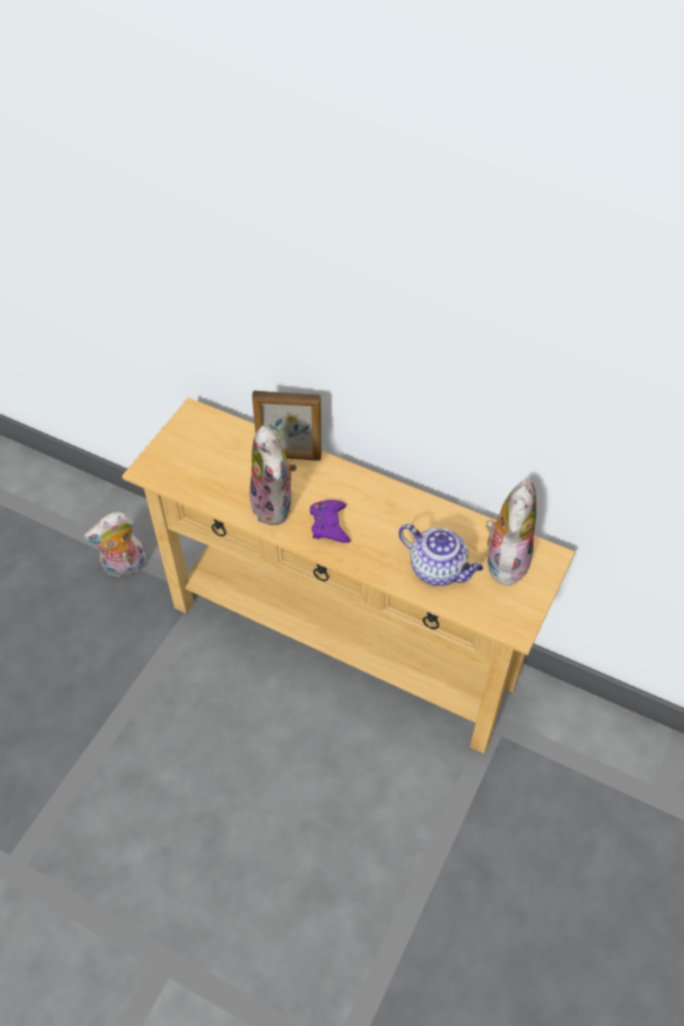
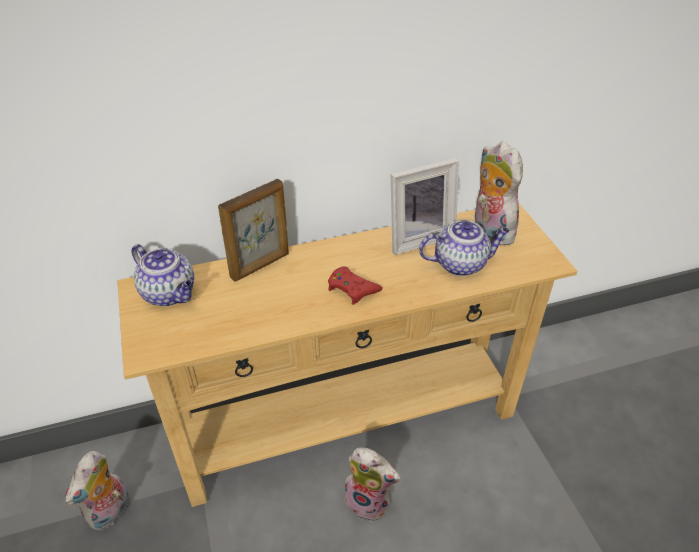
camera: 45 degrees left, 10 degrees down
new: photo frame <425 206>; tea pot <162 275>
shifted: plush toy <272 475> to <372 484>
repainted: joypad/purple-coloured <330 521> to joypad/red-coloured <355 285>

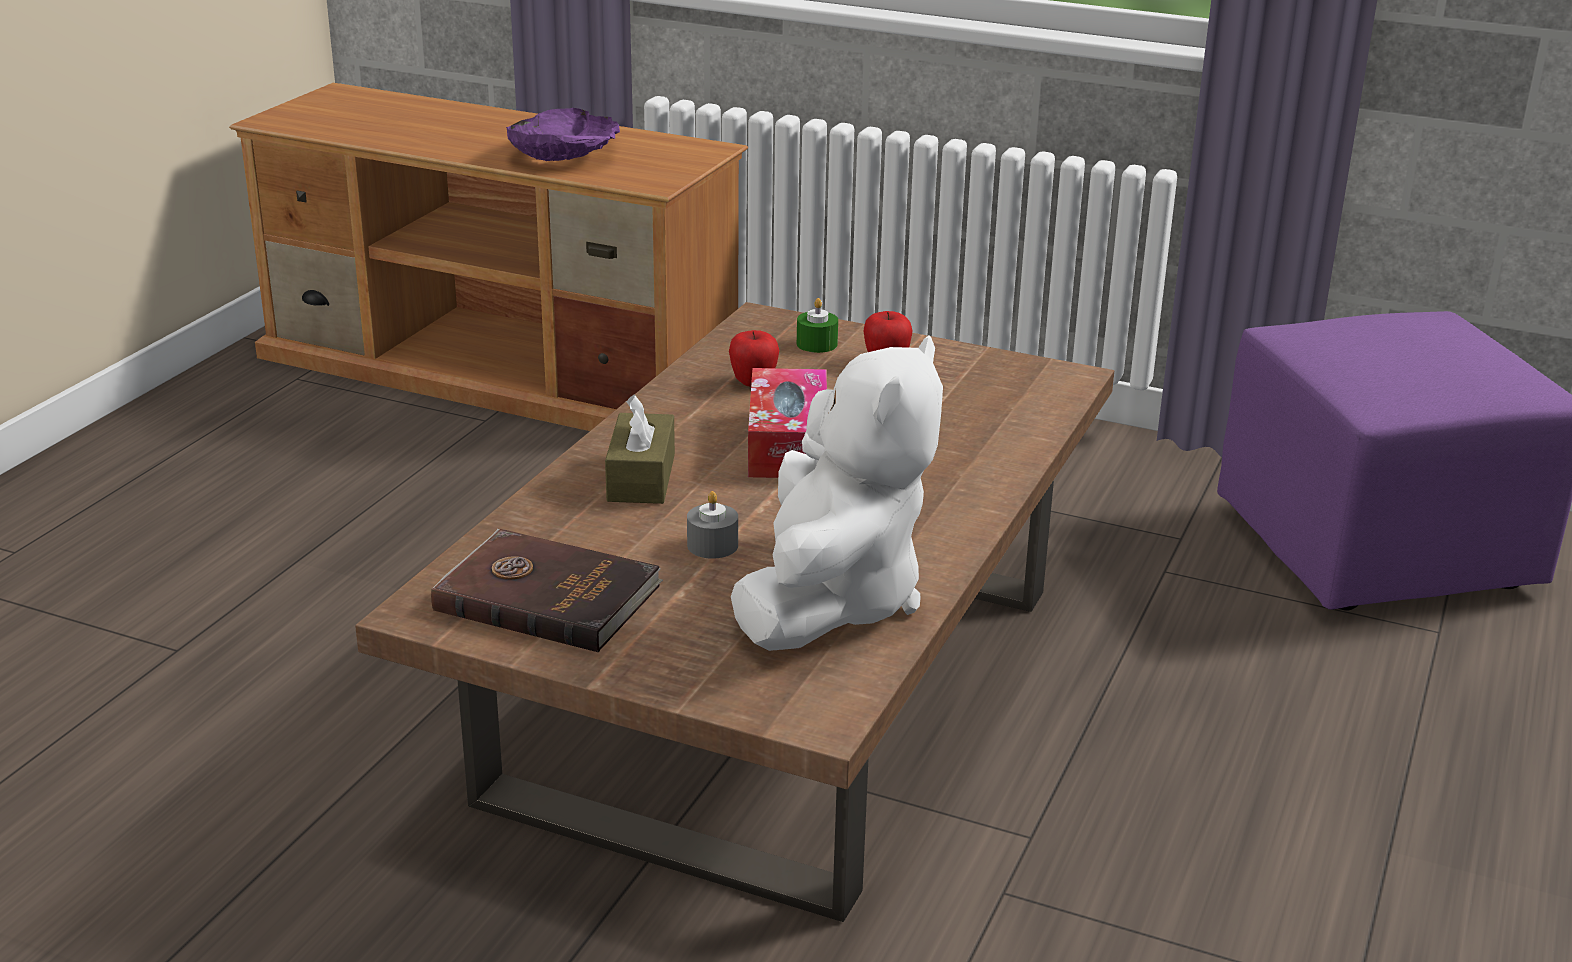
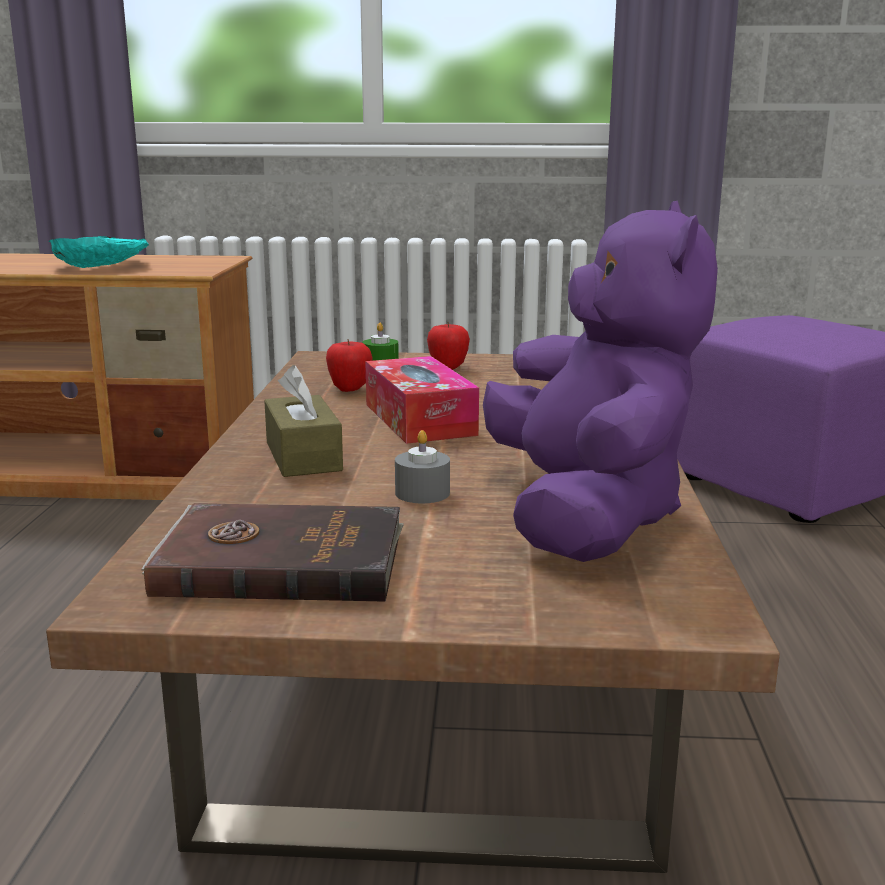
camera: 20 degrees left, 10 degrees down
repainted: deep dish/purple-coloured <563 134> to deep dish/turquoise-coloured <99 252>; plush toy/white <837 493> to plush toy/purple-coloured <600 381>

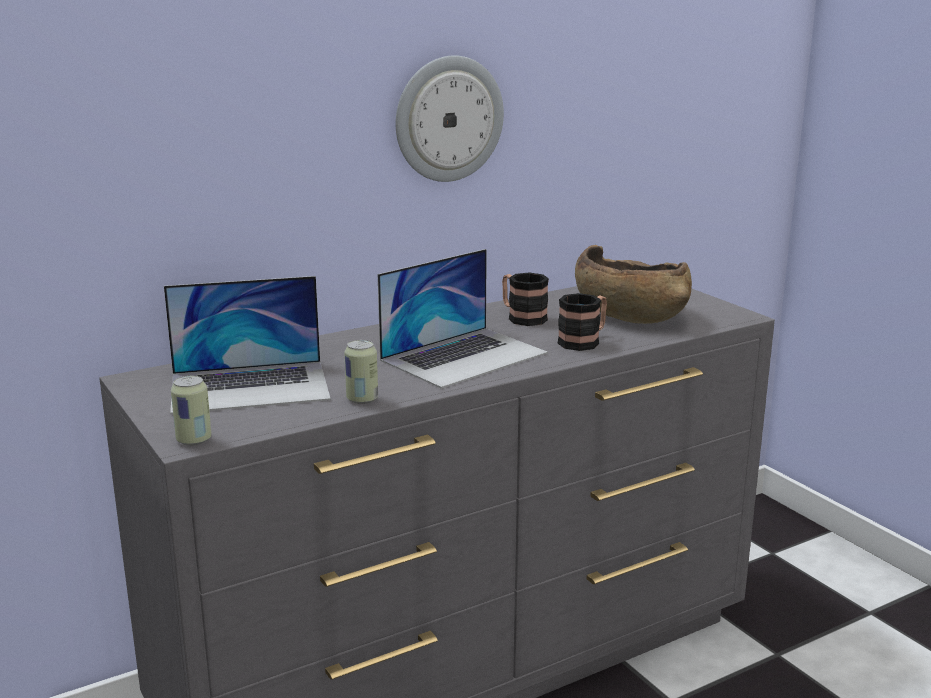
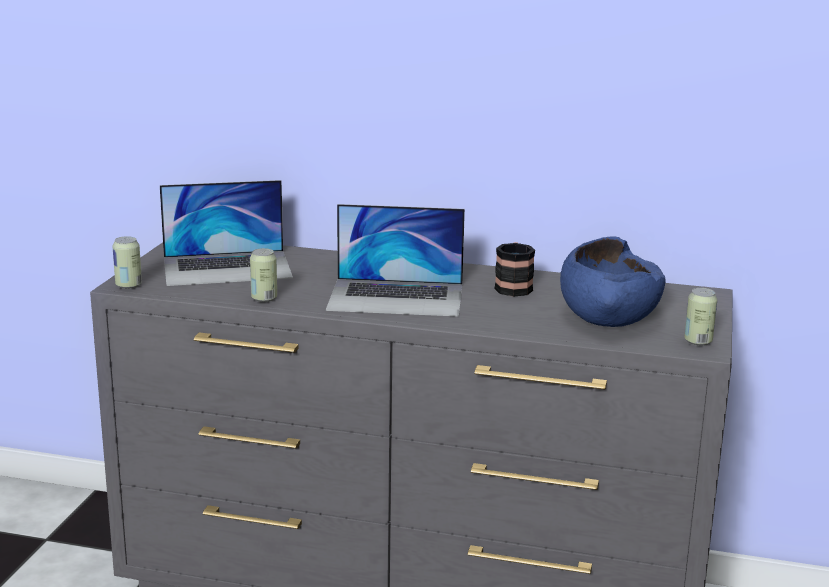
camera: 45 degrees right, 0 degrees up
gone: clock on the wall <450 118>; mug <582 322>
new: can <700 317>
repainted: deep dish/brown-coloured <633 284> to deep dish/blue <613 281>
rotated: laptop <247 345> = <226 233> 45 degrees counterclockwise

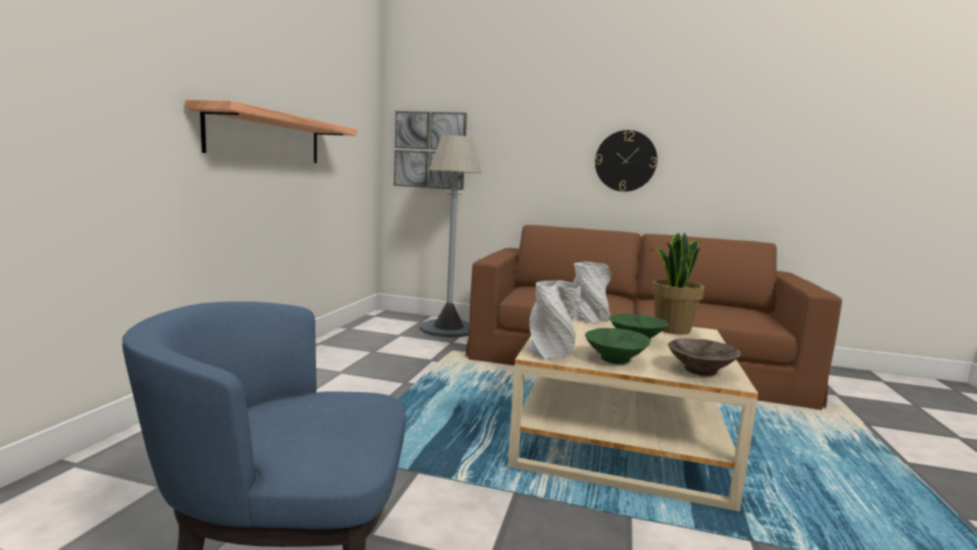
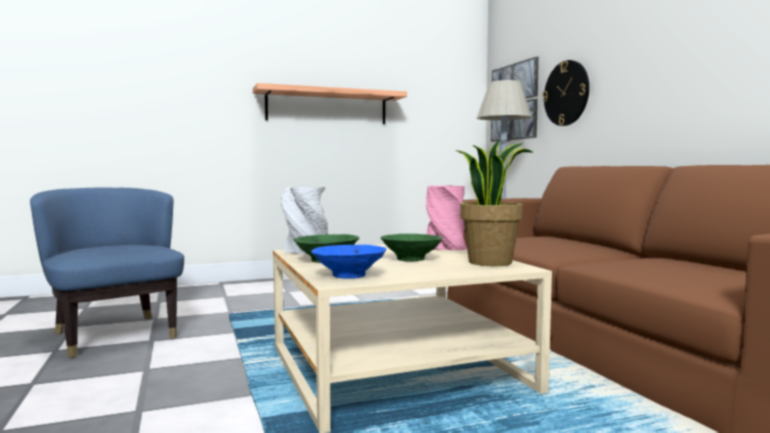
camera: 55 degrees right, 5 degrees down
shifted: clock on the wall <626 161> to <566 93>
repainted: vase/gray <592 293> to vase/pink <446 217>; deep dish/brown-coloured <704 357> to deep dish/blue <349 262>

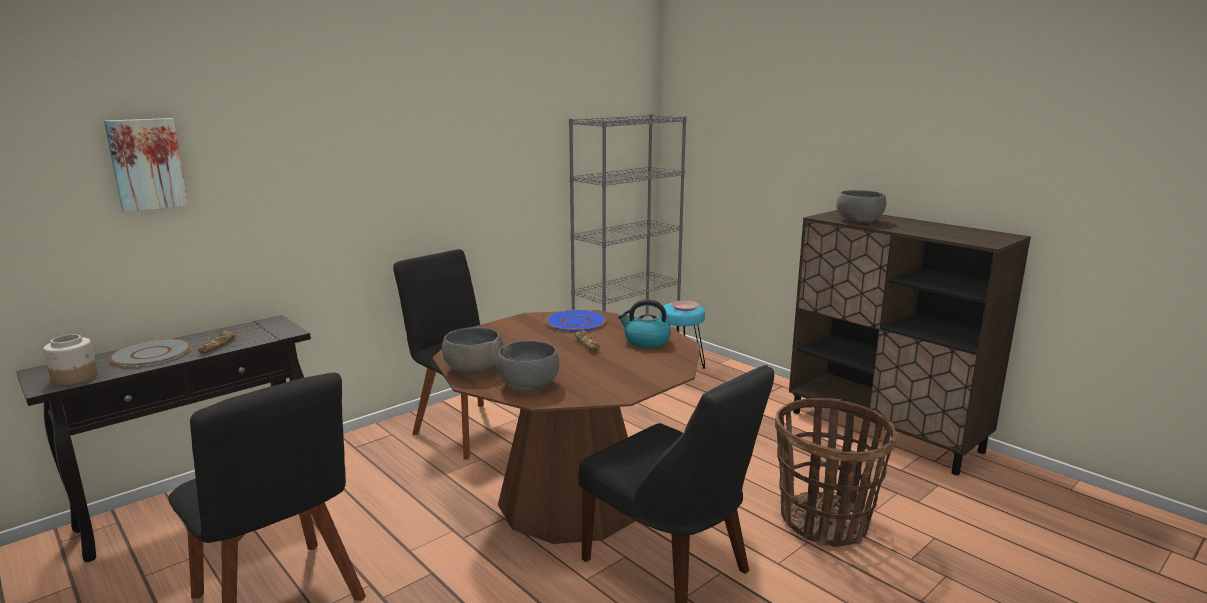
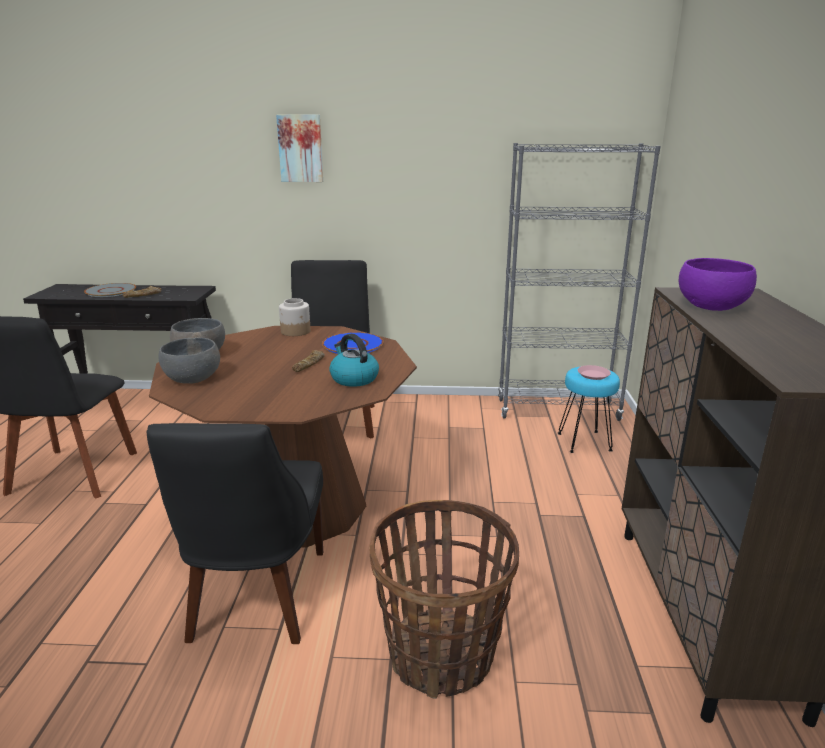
camera: 45 degrees right, 5 degrees up
shifted: wall picture <146 165> to <299 148>; preserve jar <70 359> to <295 317>
repainted: deep dish/gray <861 206> to deep dish/purple-coloured <718 284>

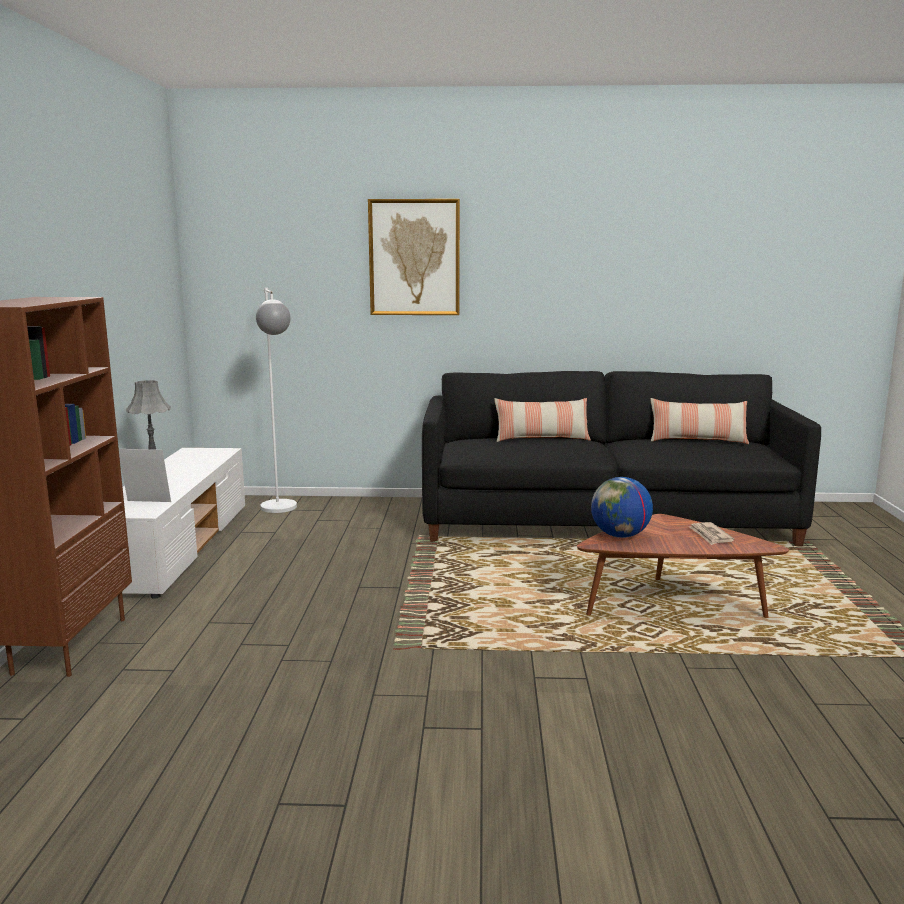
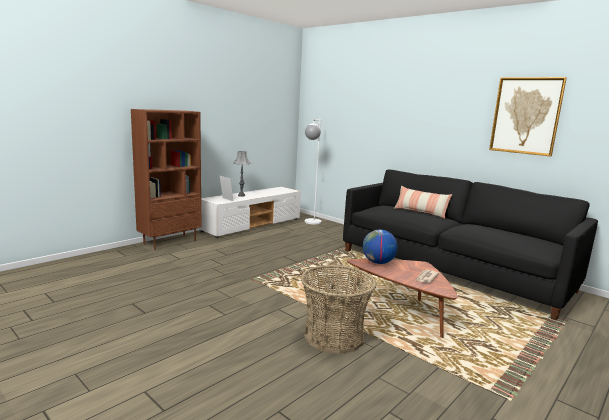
camera: 40 degrees right, 0 degrees up
gone: cushion <700 421>
new: storage basket <339 309>
shifted: wall picture <414 257> to <528 116>

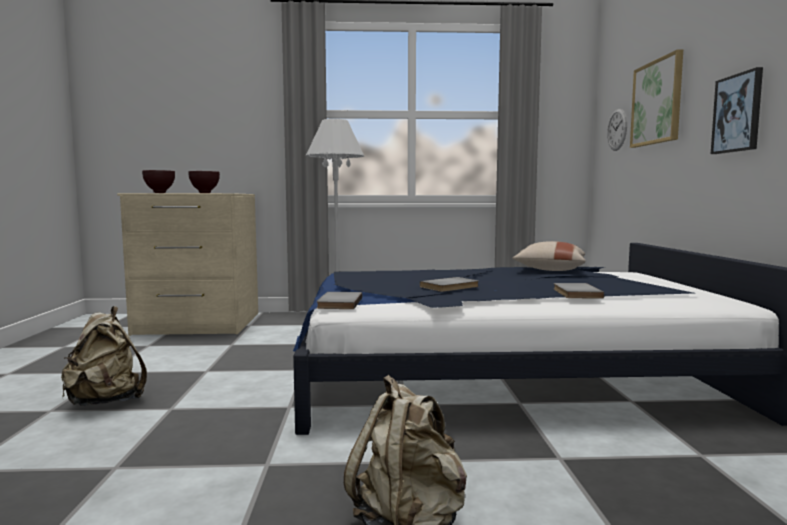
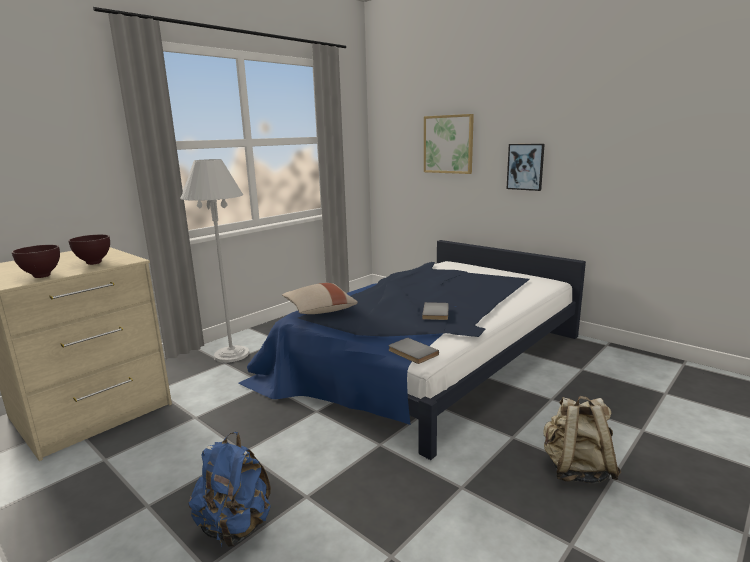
camera: 45 degrees left, 10 degrees up
gone: clock on the wall <617 130>; book/gray <579 291>
shifted: cushion/beige <549 256> to <320 298>
repainted: rucksack/beige <104 356> to rucksack/blue <229 489>

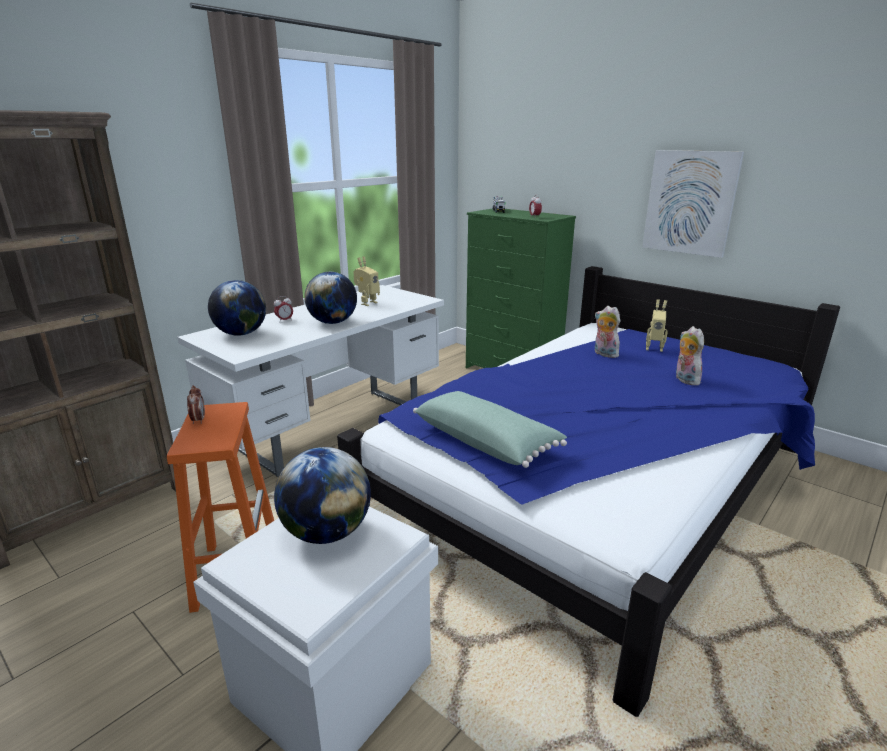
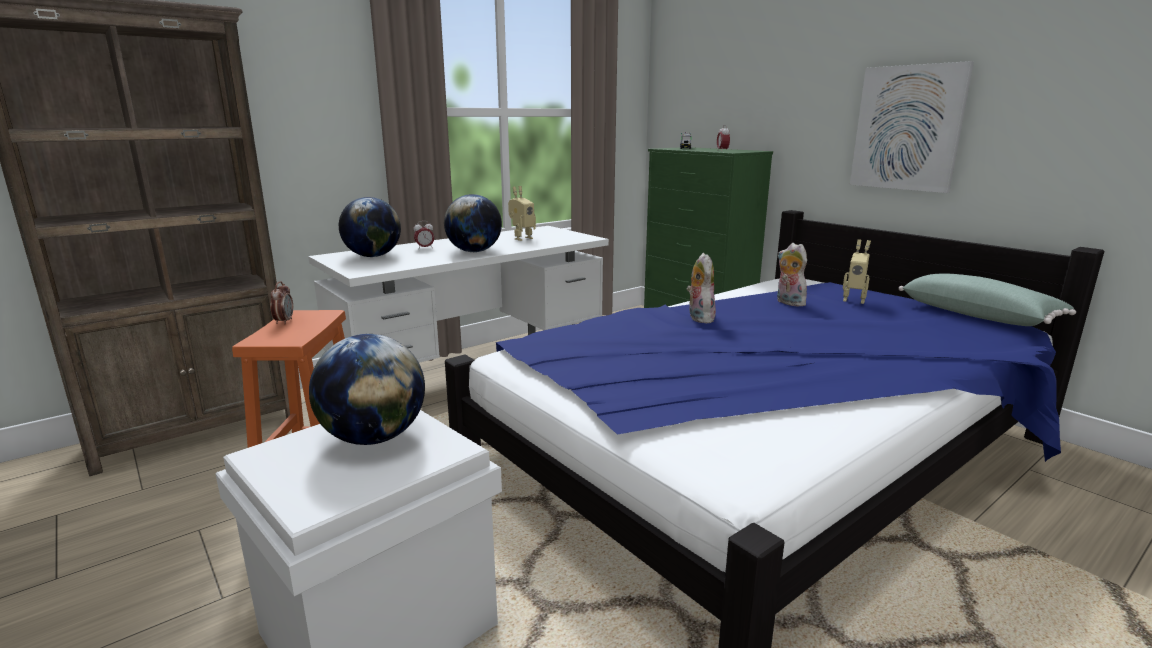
camera: 10 degrees right, 5 degrees down
shifted: plush toy <690 355> to <701 288>; cushion/green <490 429> to <987 299>

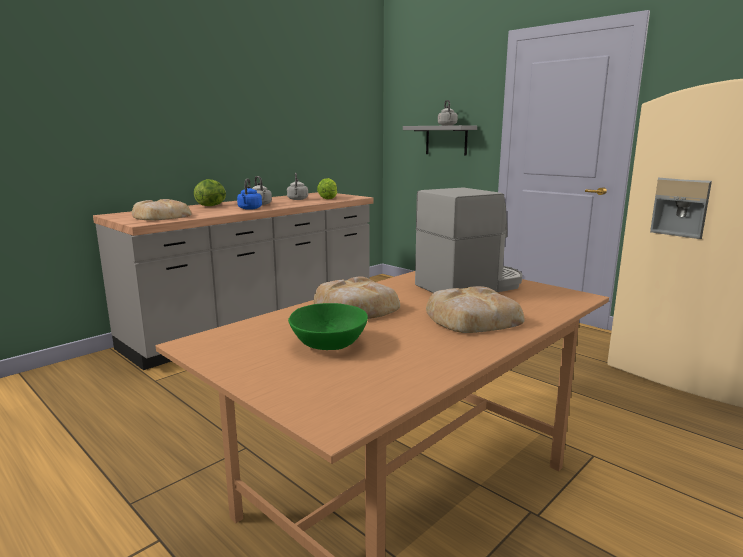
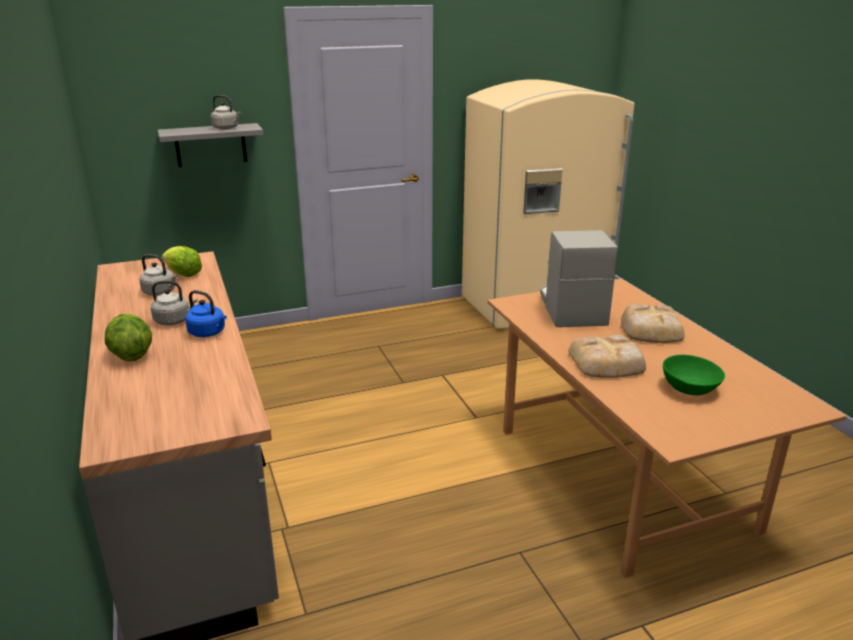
camera: 65 degrees left, 10 degrees up
gone: baked bread <161 210>

